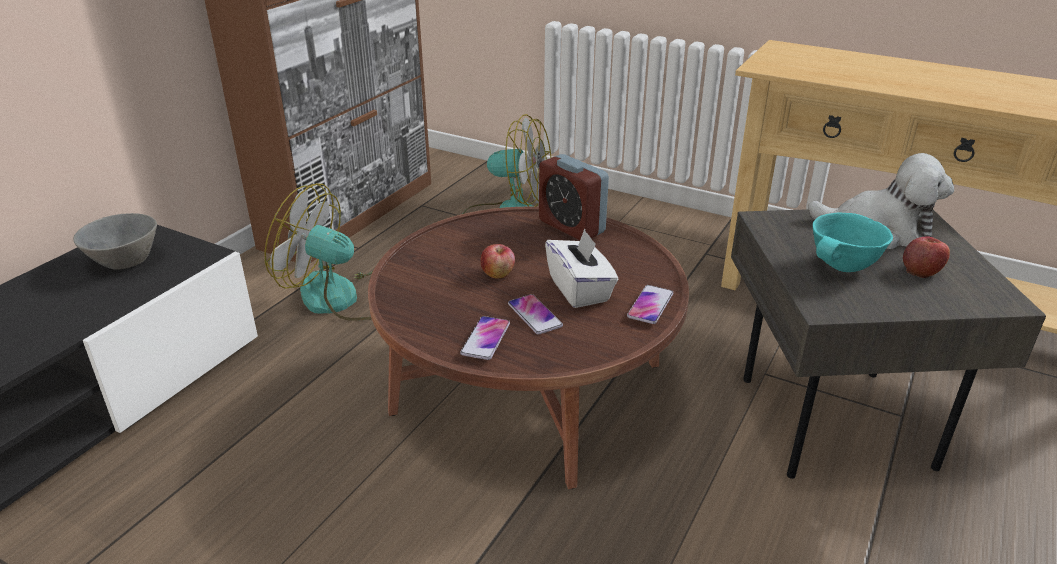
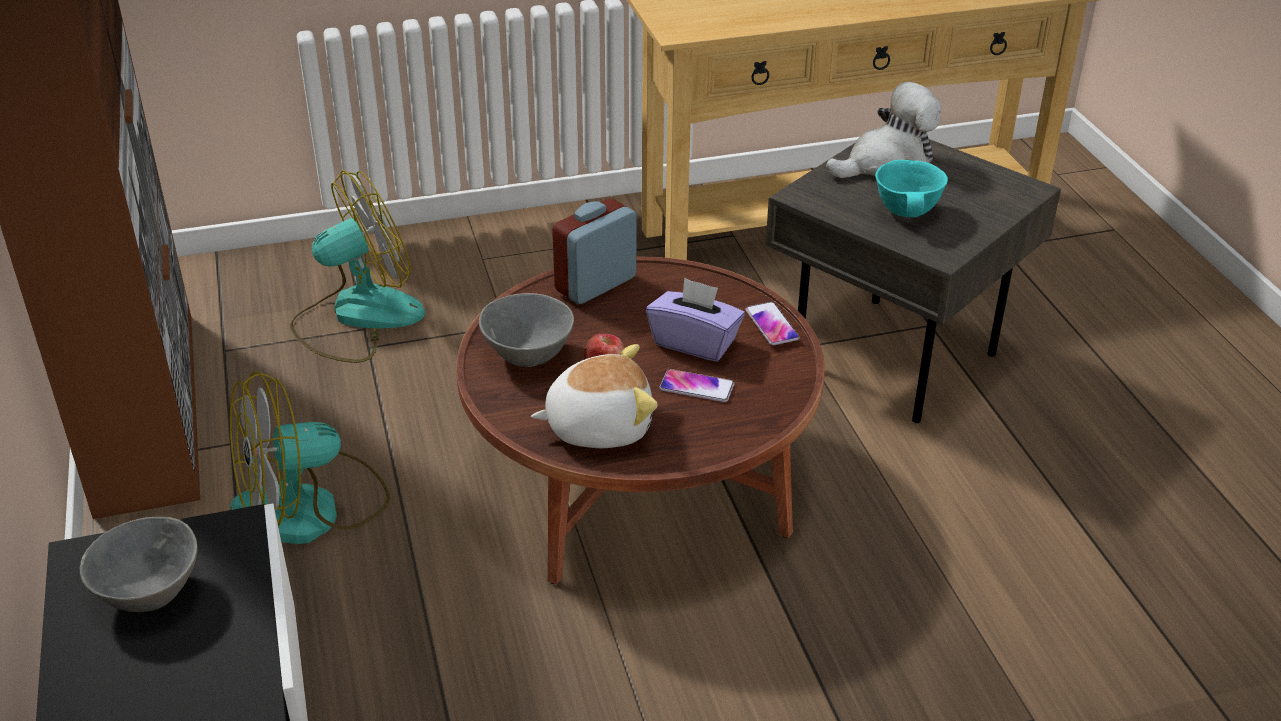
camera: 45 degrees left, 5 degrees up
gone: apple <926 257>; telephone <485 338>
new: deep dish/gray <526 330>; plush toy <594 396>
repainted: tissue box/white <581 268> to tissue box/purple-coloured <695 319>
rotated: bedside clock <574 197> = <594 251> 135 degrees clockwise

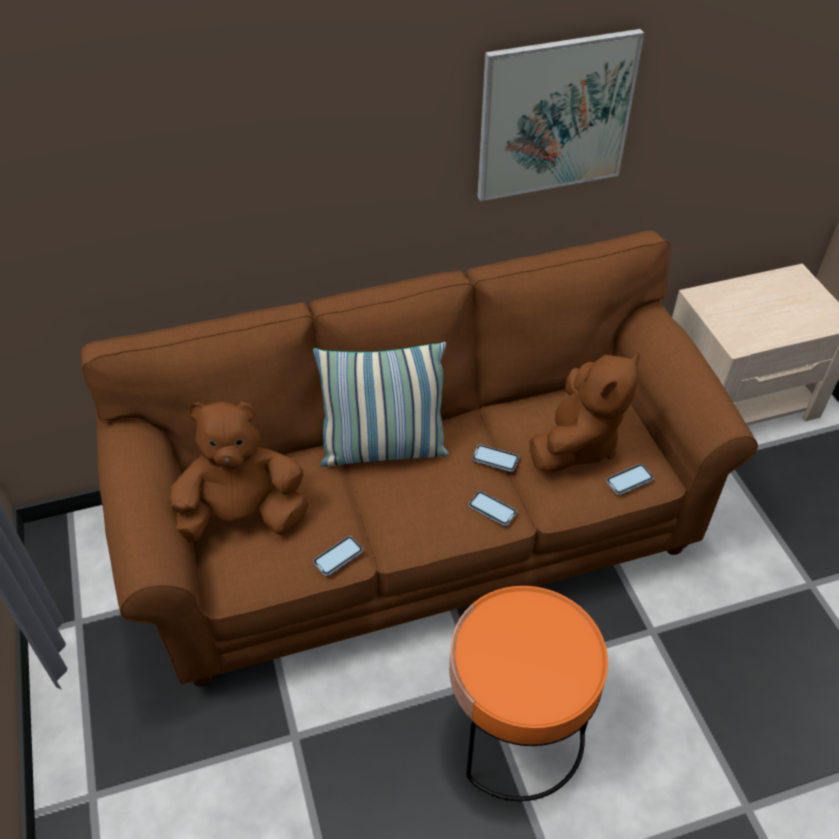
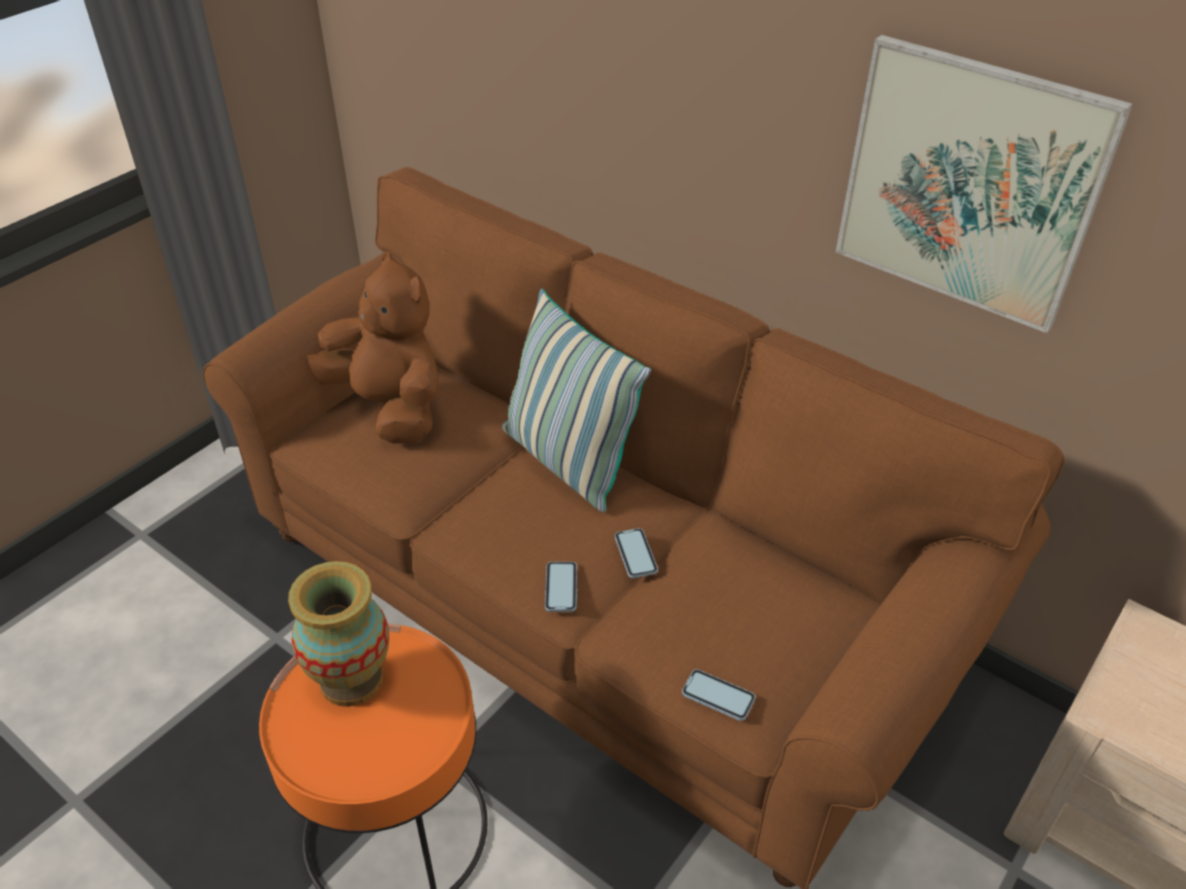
camera: 55 degrees right, 5 degrees down
gone: plush toy/brown-coloured <585 412>; telephone <338 556>
new: vase <338 634>

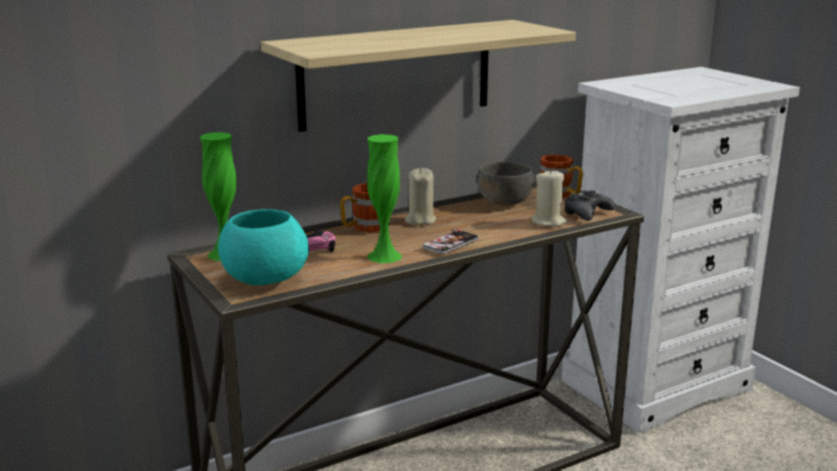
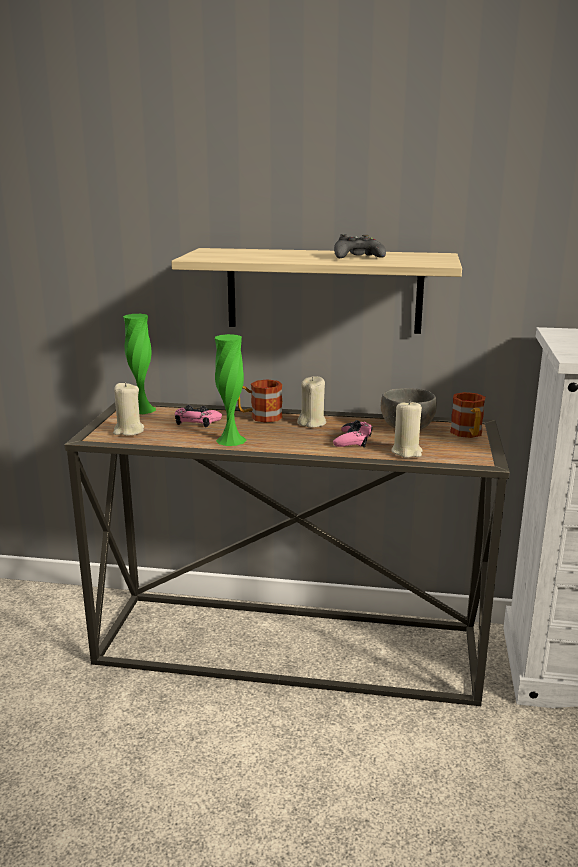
camera: 40 degrees right, 0 degrees up
gone: telephone <450 241>
new: joypad/pink <353 434>
shifted: joypad/black-coloured <589 205> to <360 246>
swapped: deep dish/turquoise-coloured <263 247> to candle/beige <128 409>

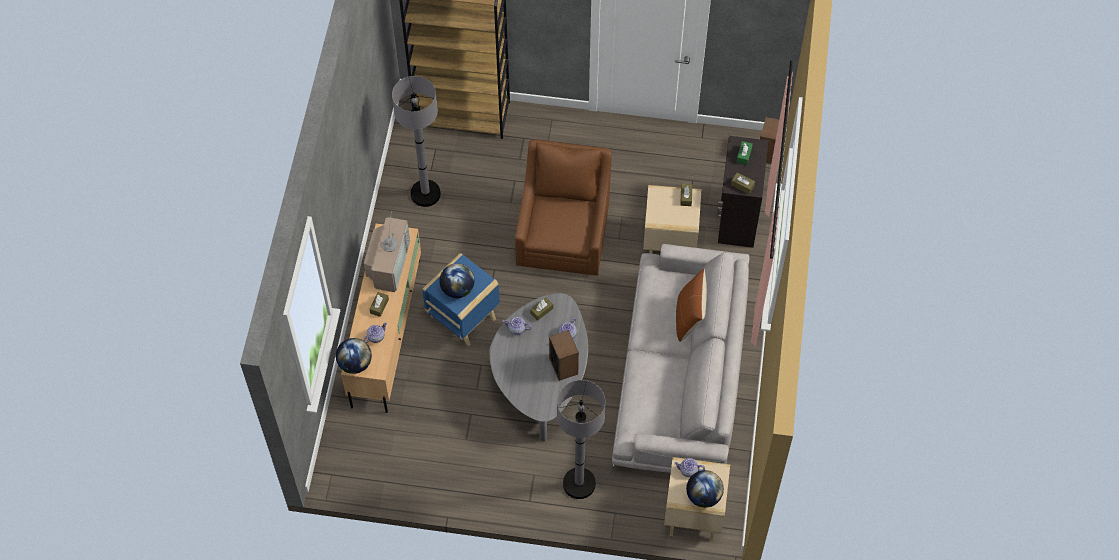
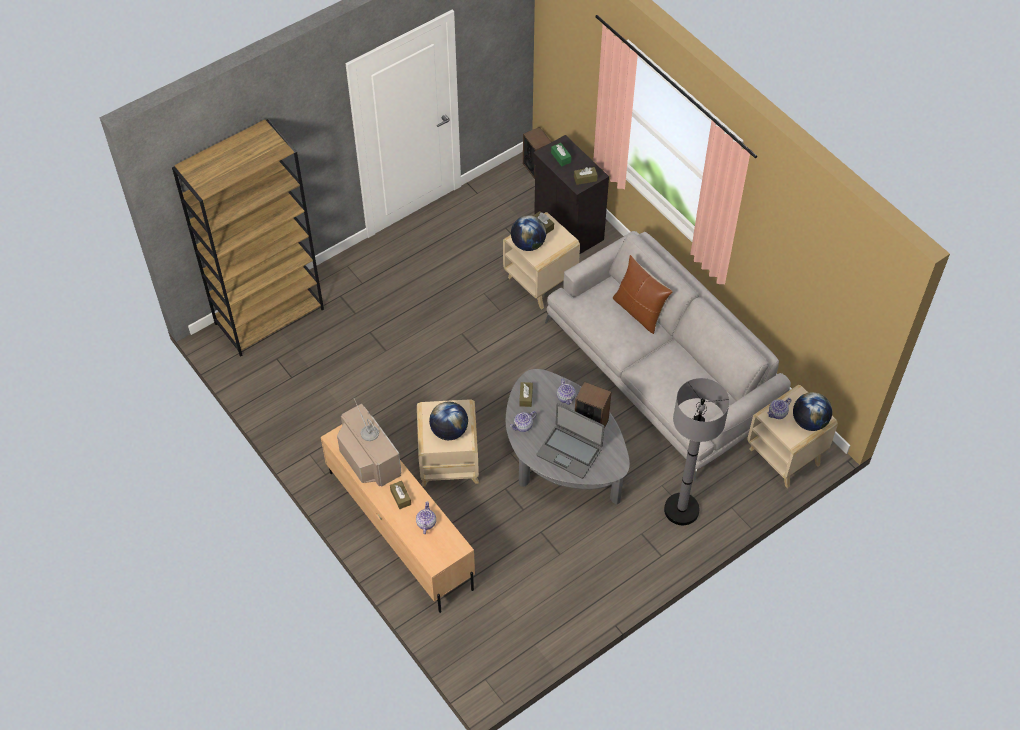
camera: 45 degrees left, 5 degrees down
gone: floor lamp/gray <416 141>; easy chair/brown-coloured <563 207>
new: laptop <570 441>
shifted: world globe <354 356> to <528 233>
repainted: side table/blue <461 299> to side table/beige <448 443>

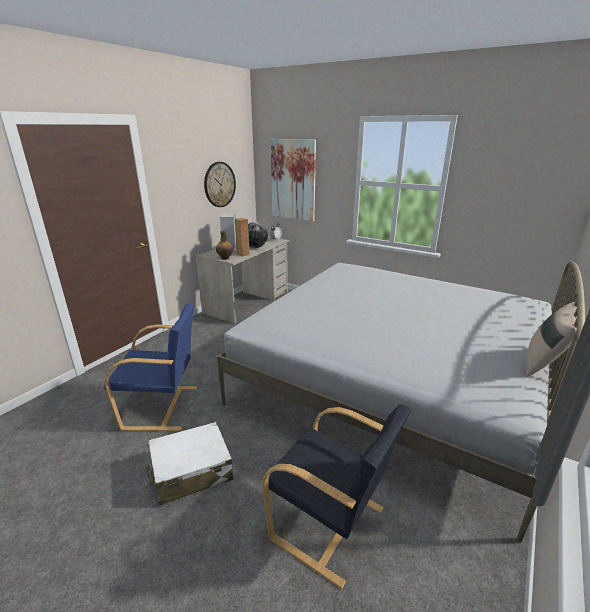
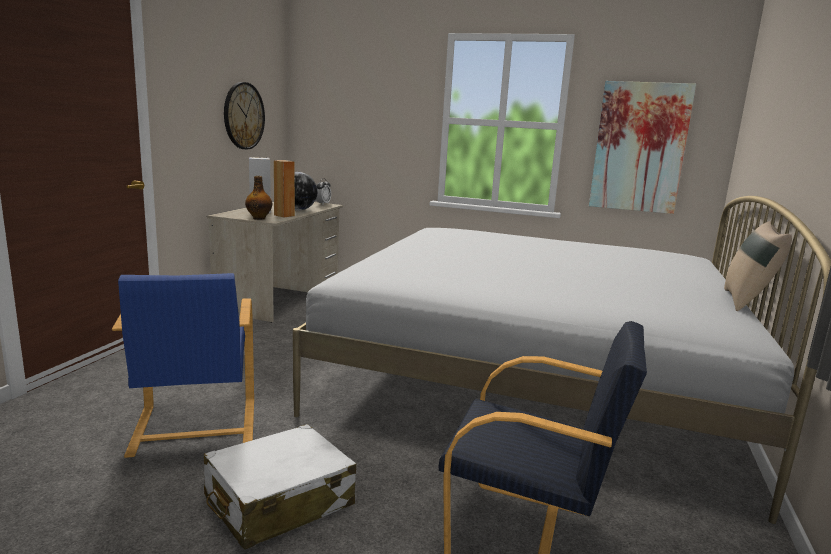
camera: 15 degrees left, 10 degrees down
shifted: wall picture <293 180> to <642 147>
rotated: easy chair/blue <150 367> = <183 365> 90 degrees clockwise

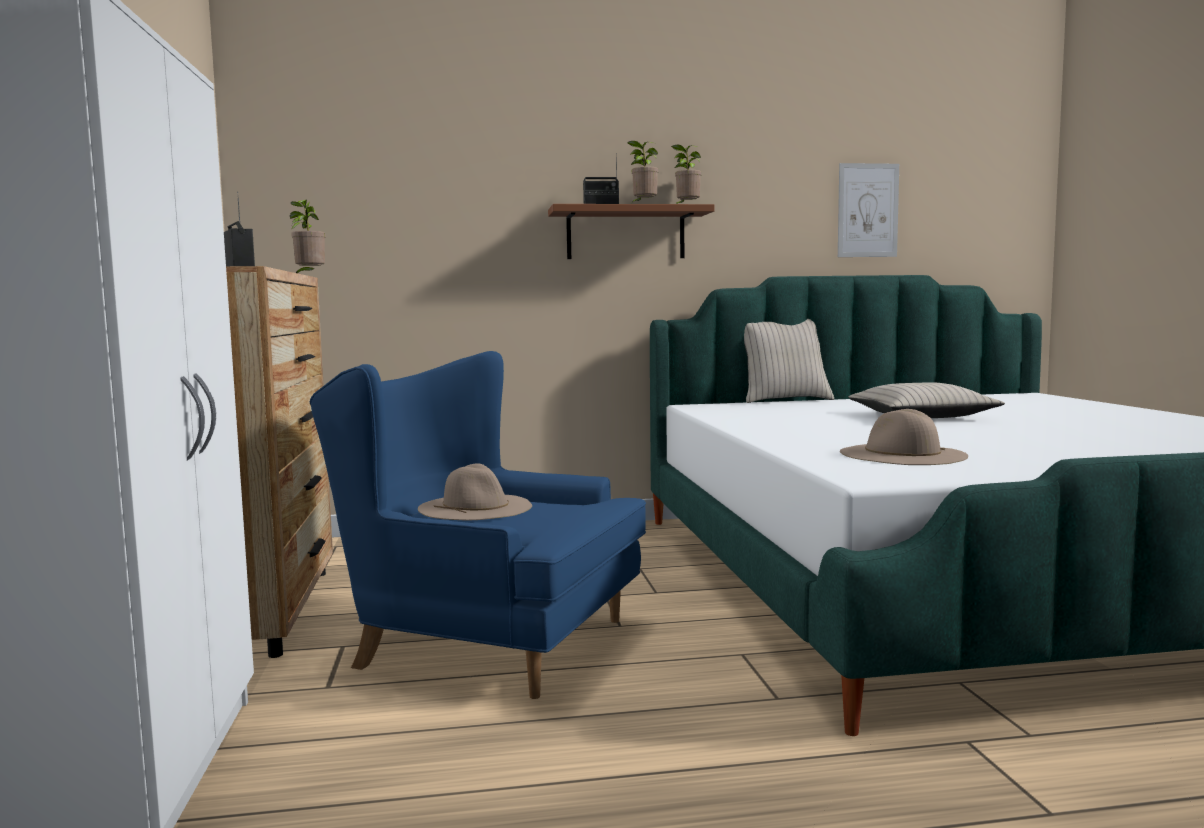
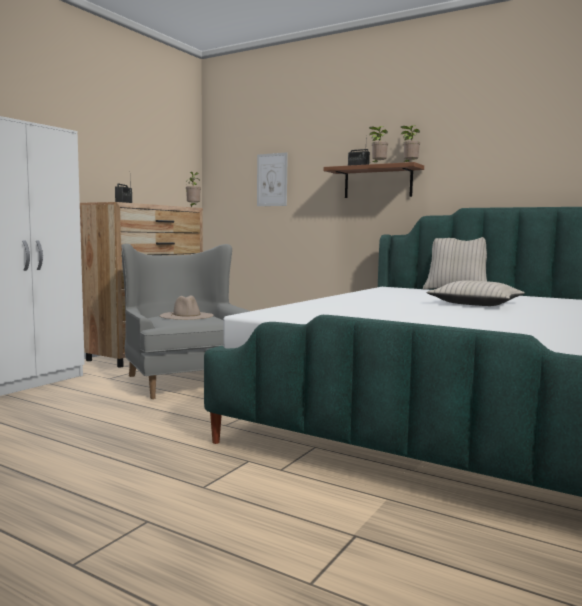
camera: 40 degrees right, 0 degrees up
gone: wearable hat/beige <904 437>
shifted: wall picture <868 210> to <272 179>
repainted: easy chair/blue <478 525> to easy chair/gray <185 321>

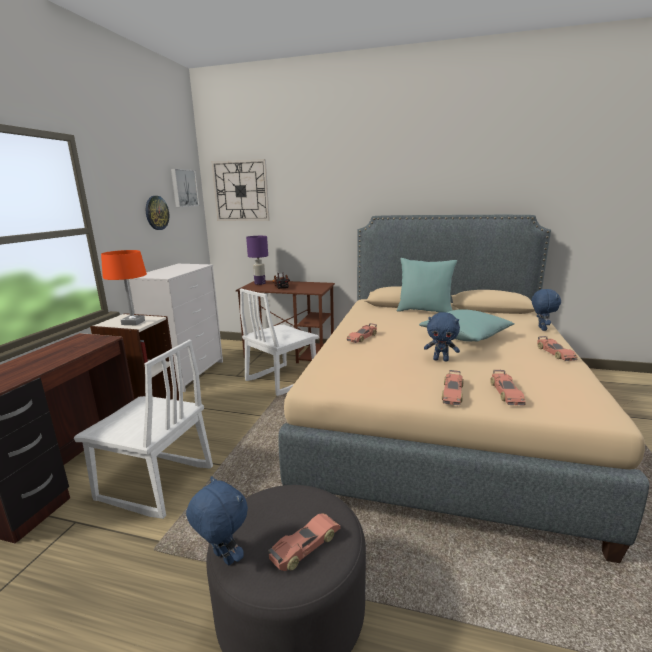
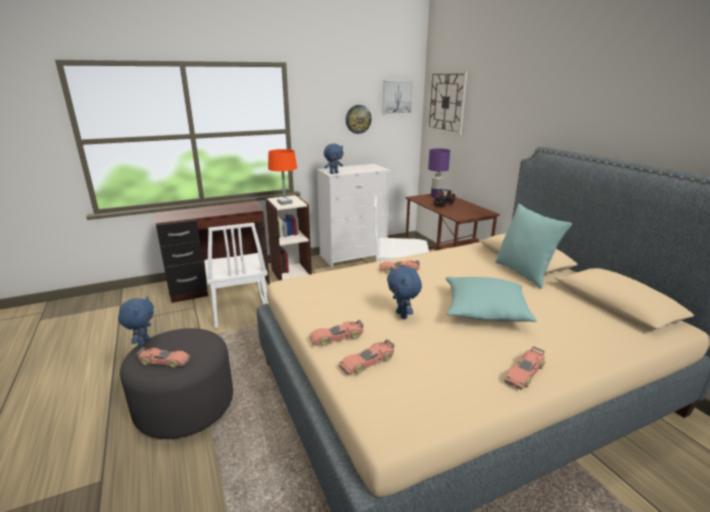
camera: 50 degrees right, 5 degrees up
shifted: plush toy/blue <546 310> to <333 159>

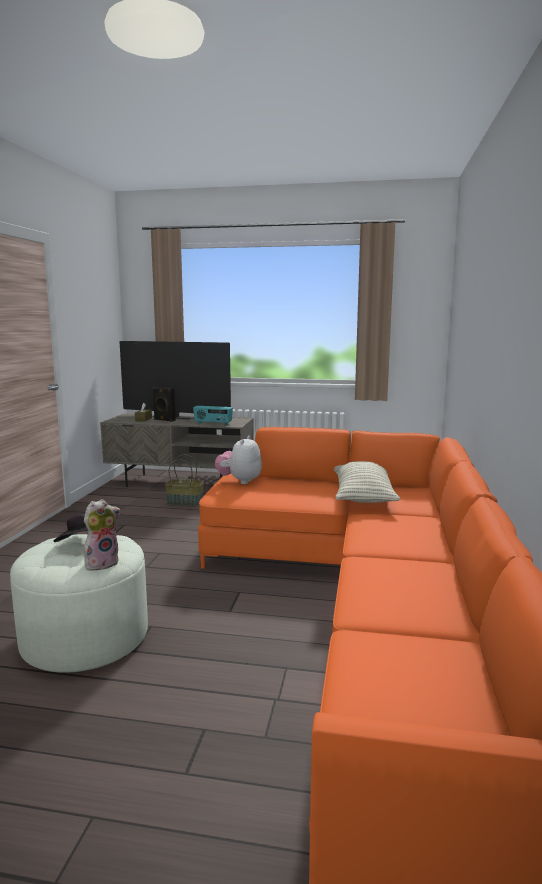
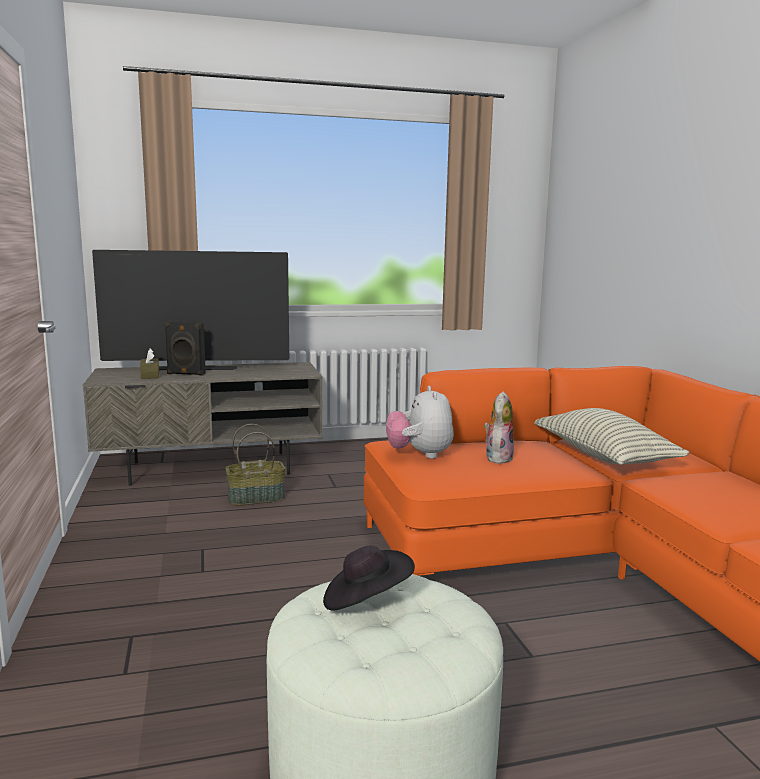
camera: 25 degrees left, 0 degrees up
gone: radio receiver <213 415>
shifted: plush toy <102 534> to <499 427>

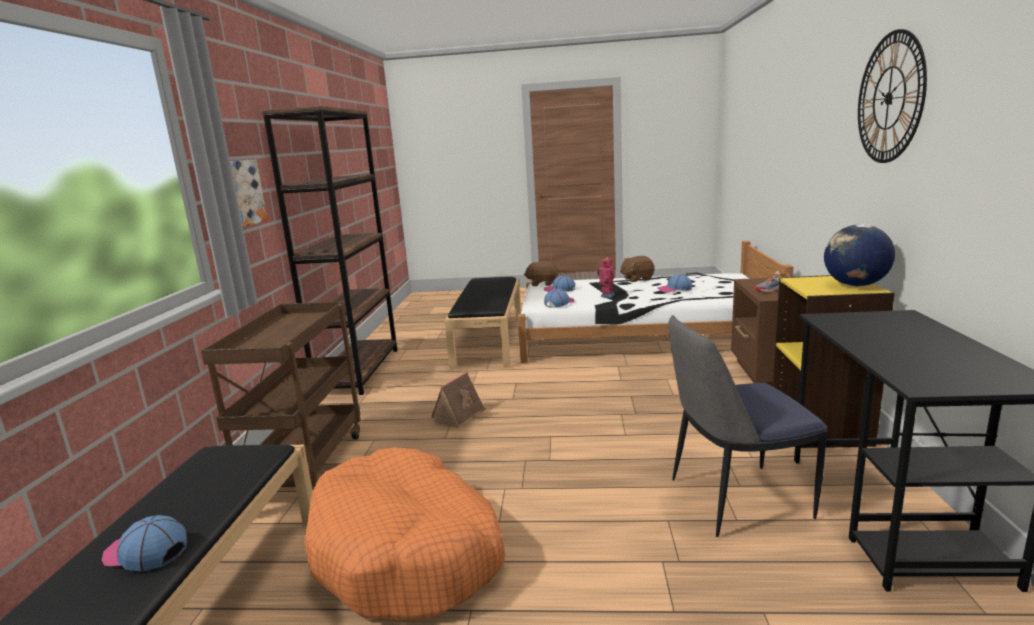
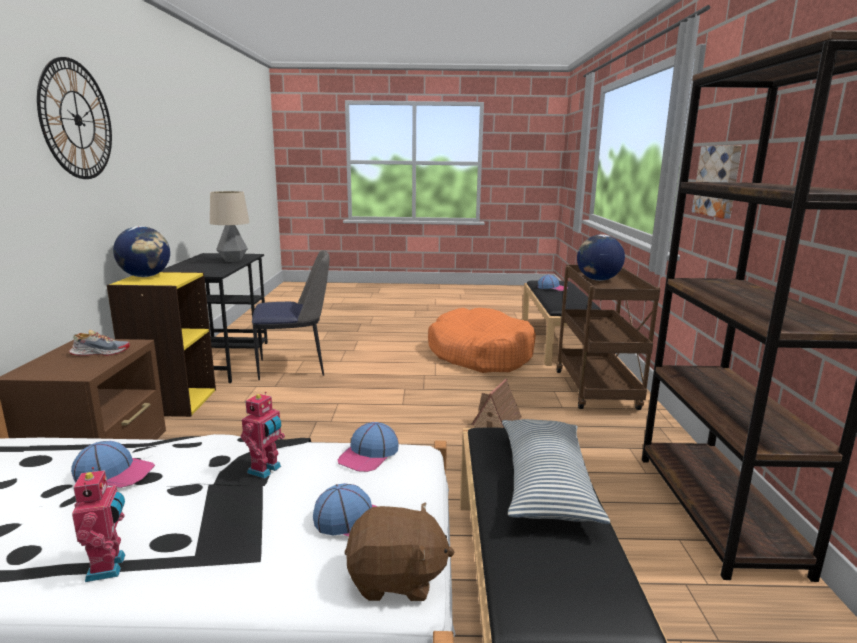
camera: 175 degrees right, 0 degrees up
new: table lamp <230 226>; world globe <601 257>; cushion <556 471>
swapped: plush toy/brown-coloured <637 269> to toy robot <98 524>

